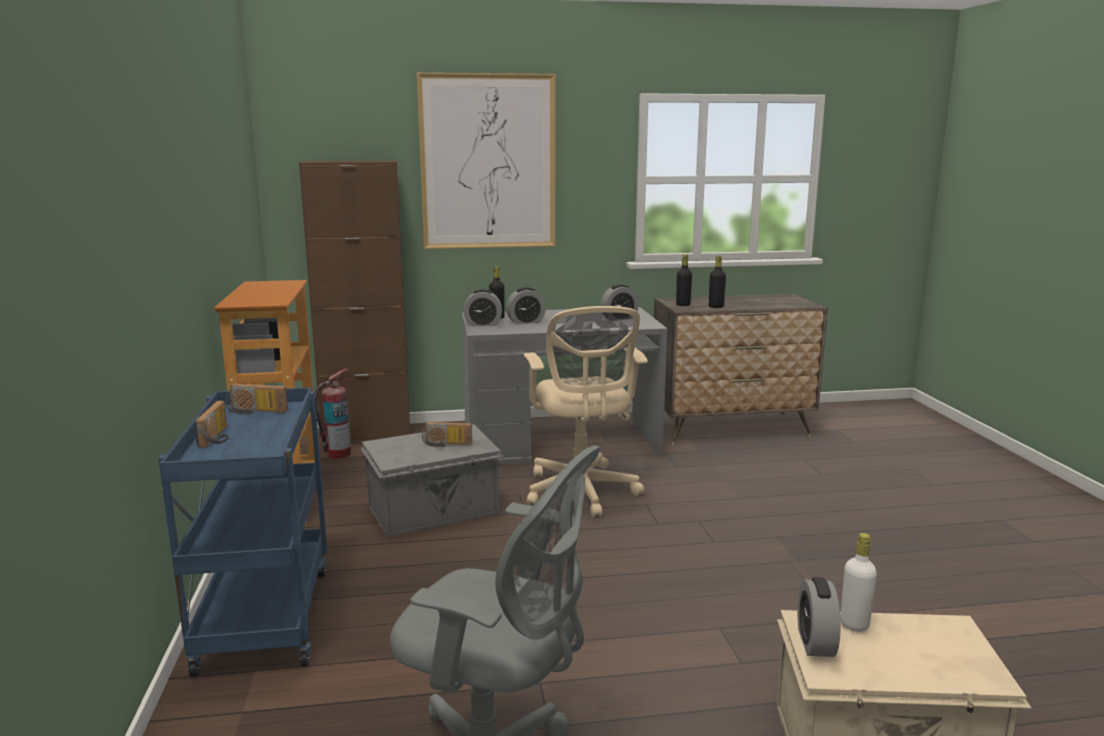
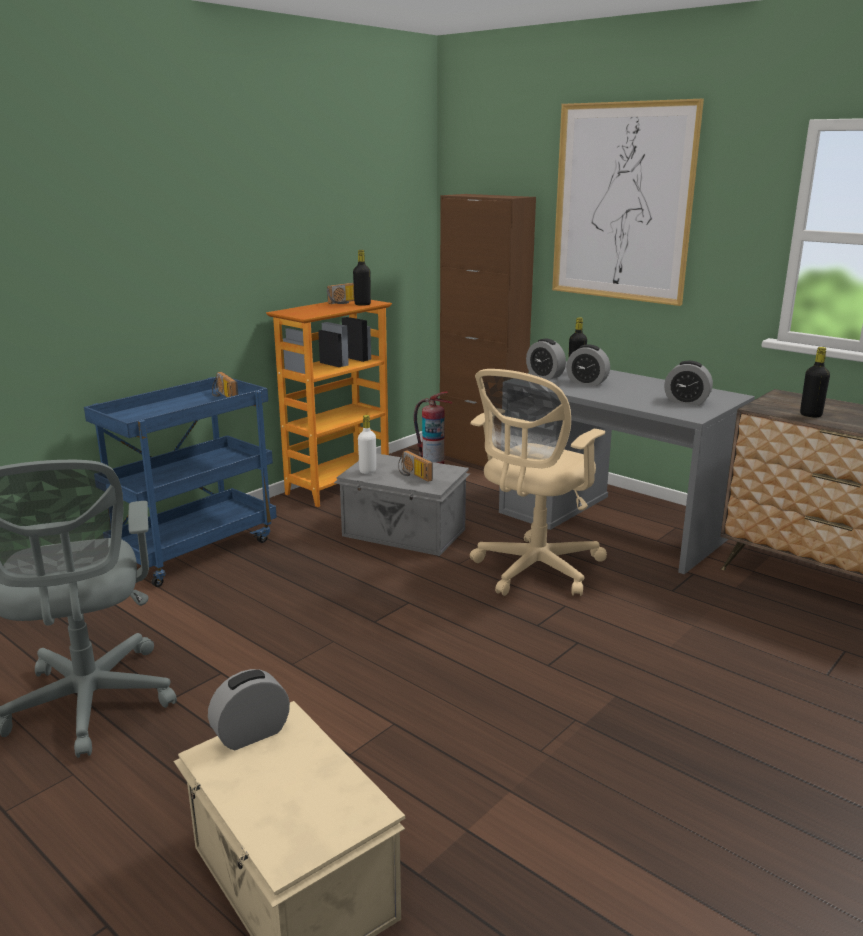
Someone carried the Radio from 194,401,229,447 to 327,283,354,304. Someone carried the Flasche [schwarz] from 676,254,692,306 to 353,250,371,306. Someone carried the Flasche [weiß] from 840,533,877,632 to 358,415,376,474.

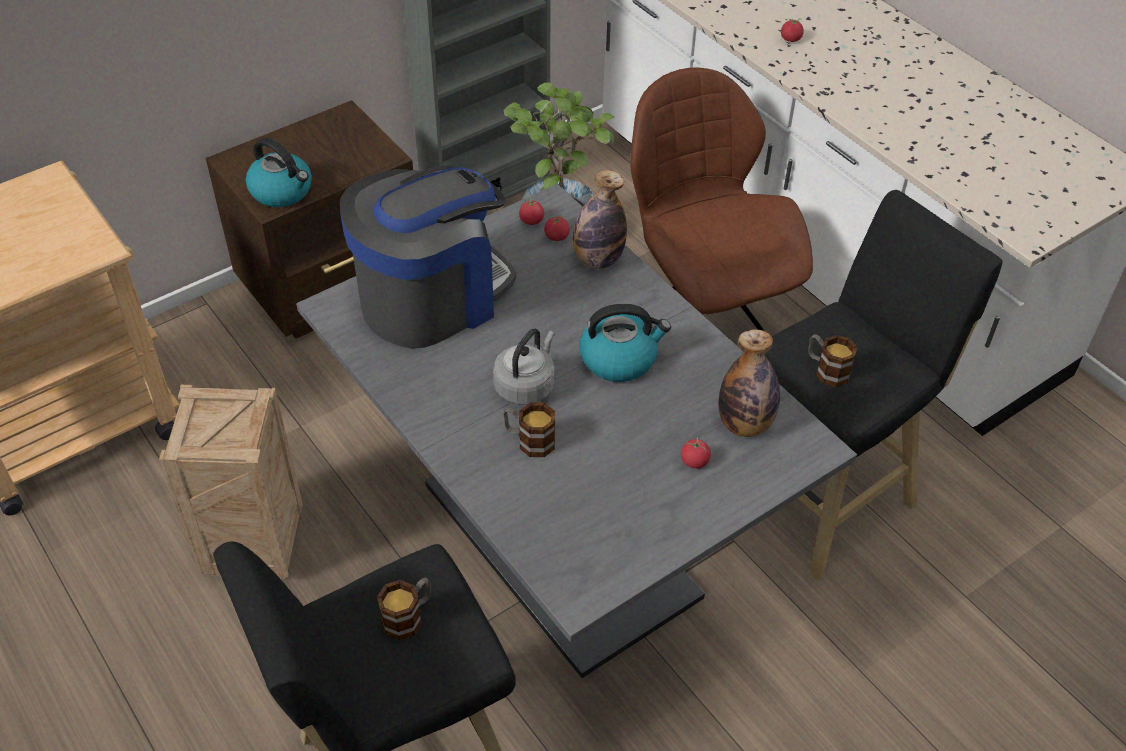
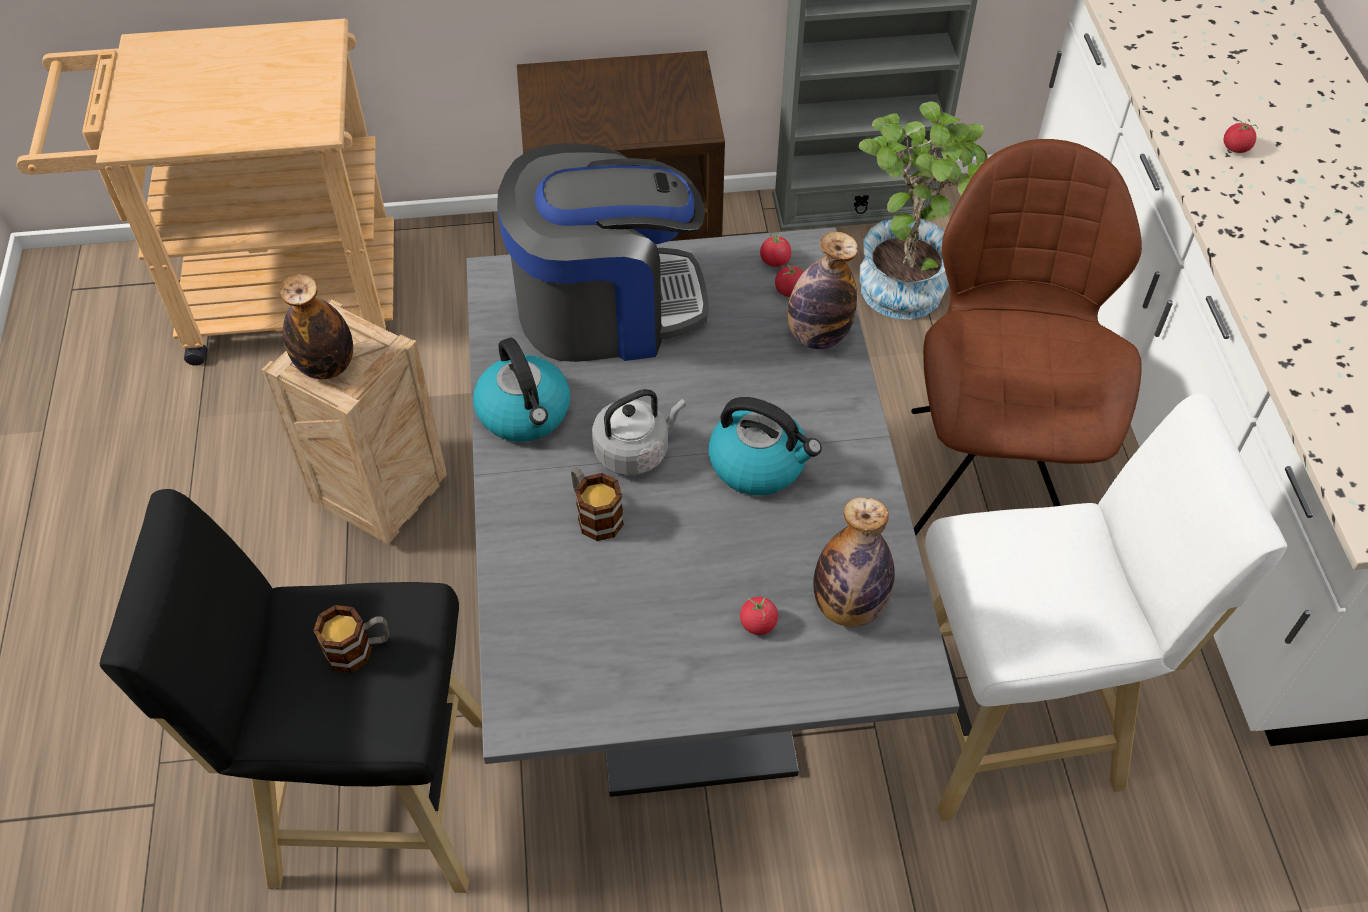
Someone put down the Flasche at 280,274,353,379. Someone carried the Wasserkessel from 246,138,312,207 to 473,338,570,442. Someone repainted the Hocker [schwarz] at 765,190,1003,581, which became the Hocker [weiß] at 925,394,1287,821. Someone took away the Henkelbecher at 808,334,858,387.

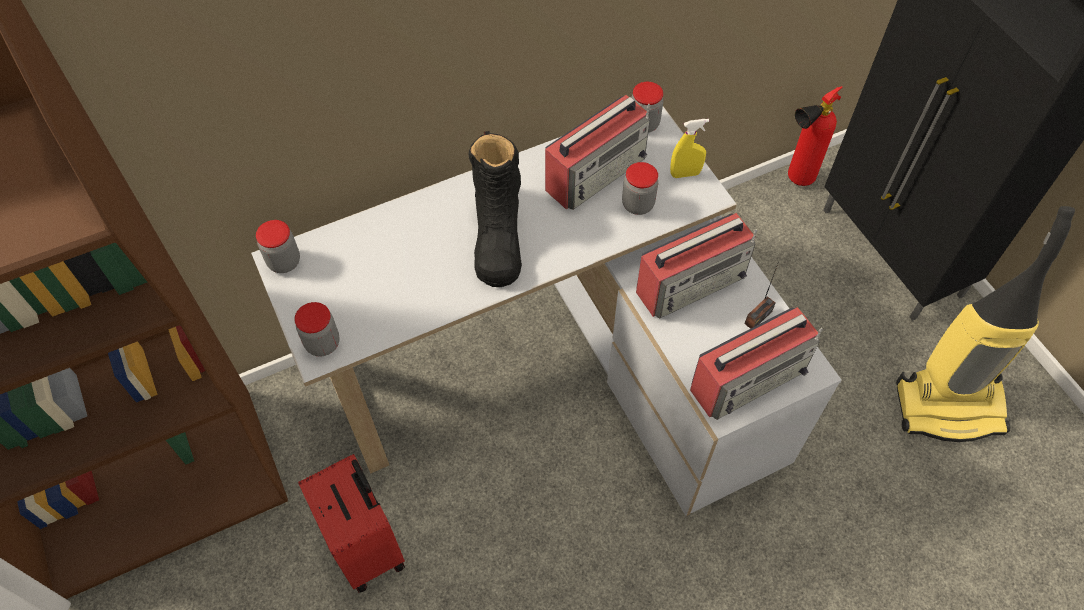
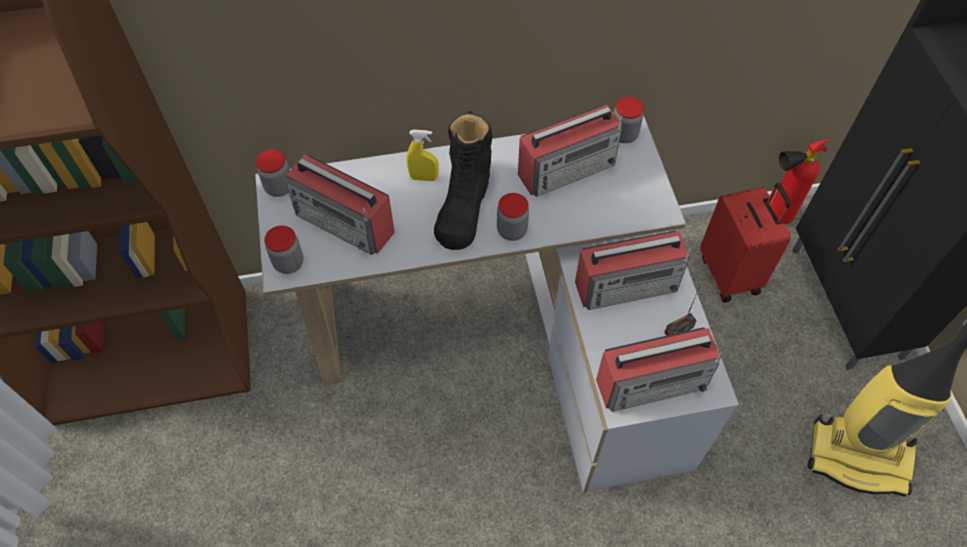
Someone put down the Radio at 286,155,395,255. Someone carried the Sprühflasche [gelb] from 670,119,709,178 to 406,130,439,181. Someone carried the Vorratsglas from 622,162,658,215 to 497,193,529,241. Someone carried the Koffer [rot] from 298,454,405,593 to 700,183,791,303.

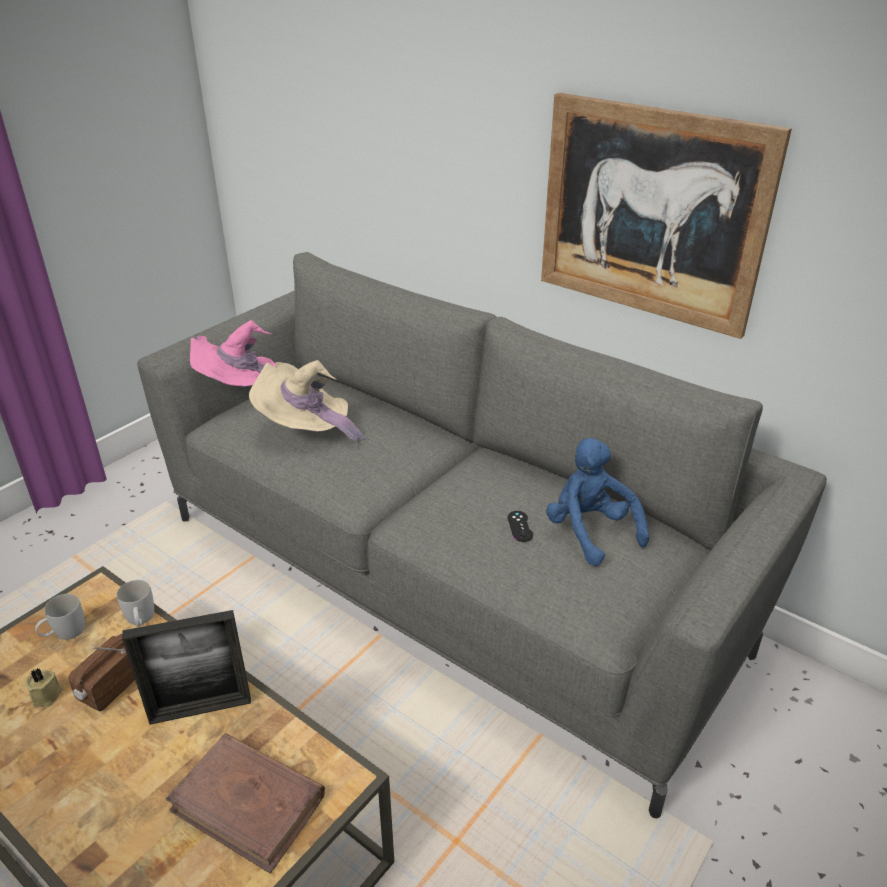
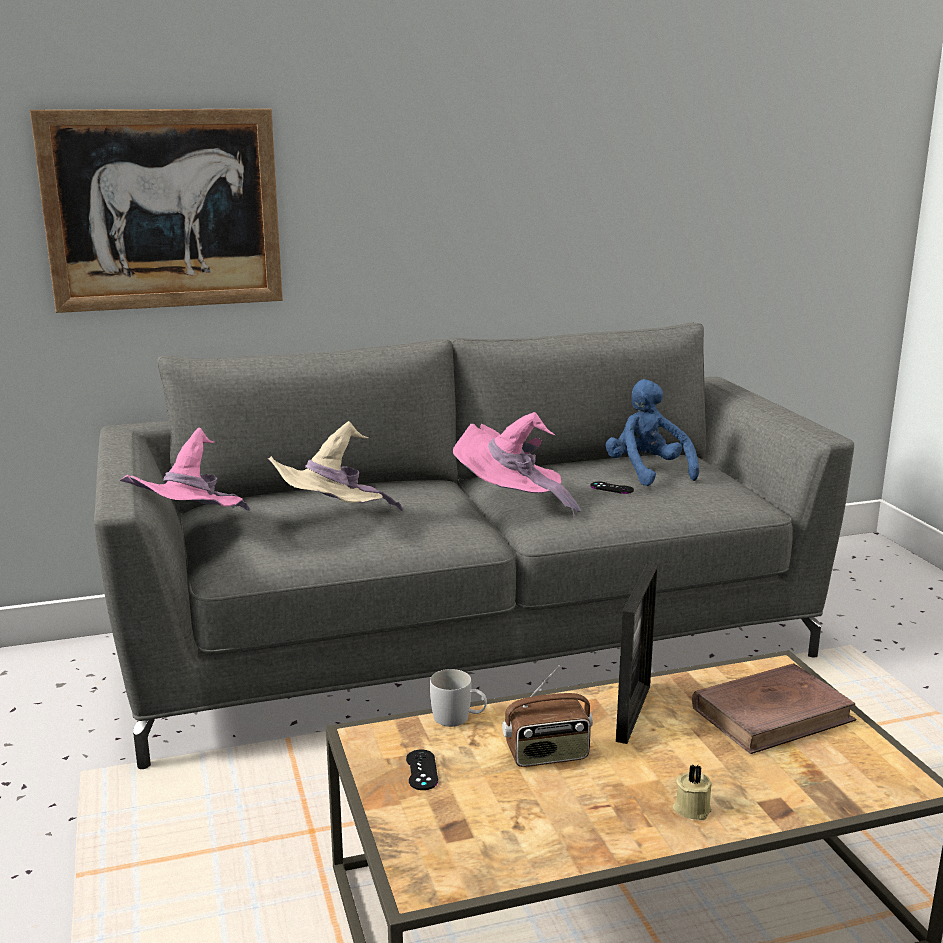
Someone carried the Bild from 541,93,792,339 to 30,109,283,313. Someone swapped the Henkelbecher [weiß] at 35,594,85,640 for the Gamepad [schwarz] at 406,750,438,790. Someone put down the Hut [rosa] at 453,412,582,518. Someone rotated the Radio at 68,634,135,711 by 75 degrees counterclockwise. Someone rotated the Plüschtier [blau] at 546,438,649,566 by 60 degrees clockwise. Someone carried the Kerze [beige] from 25,668,63,707 to 673,764,712,820.

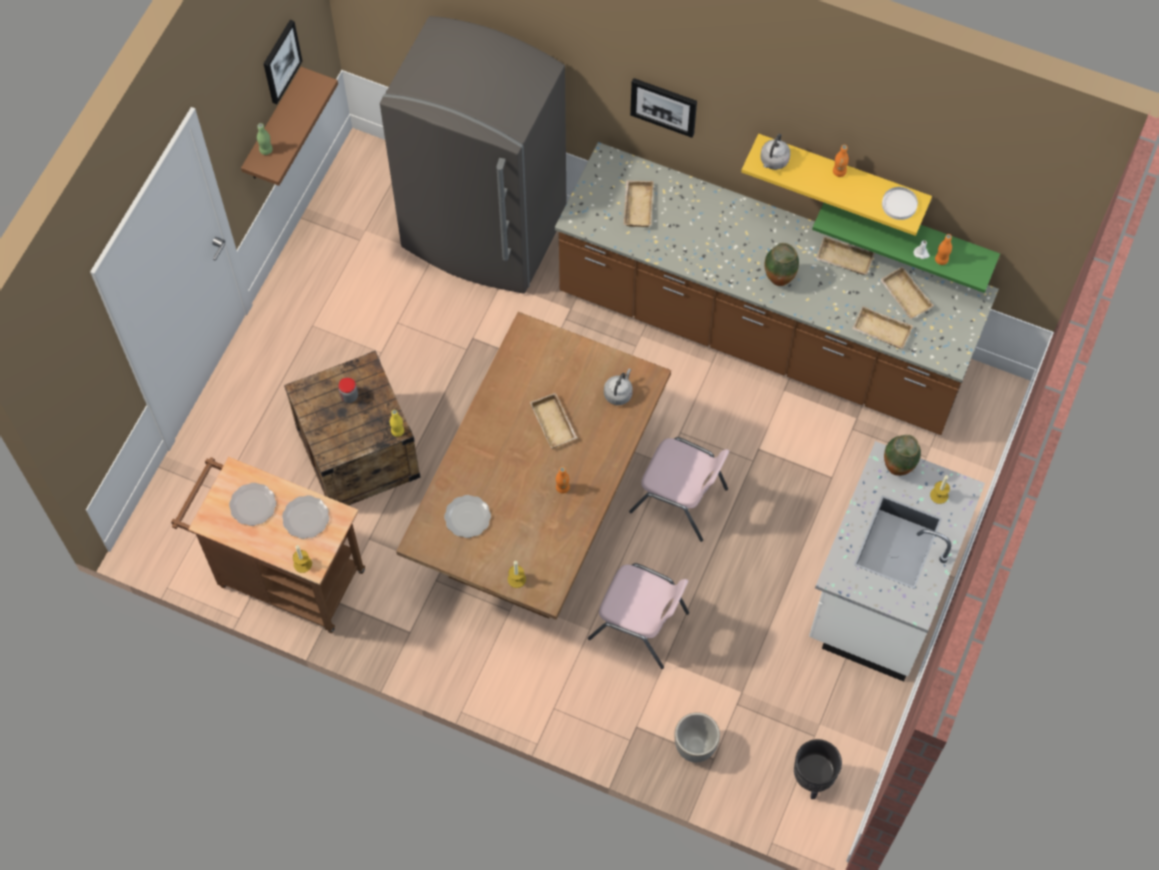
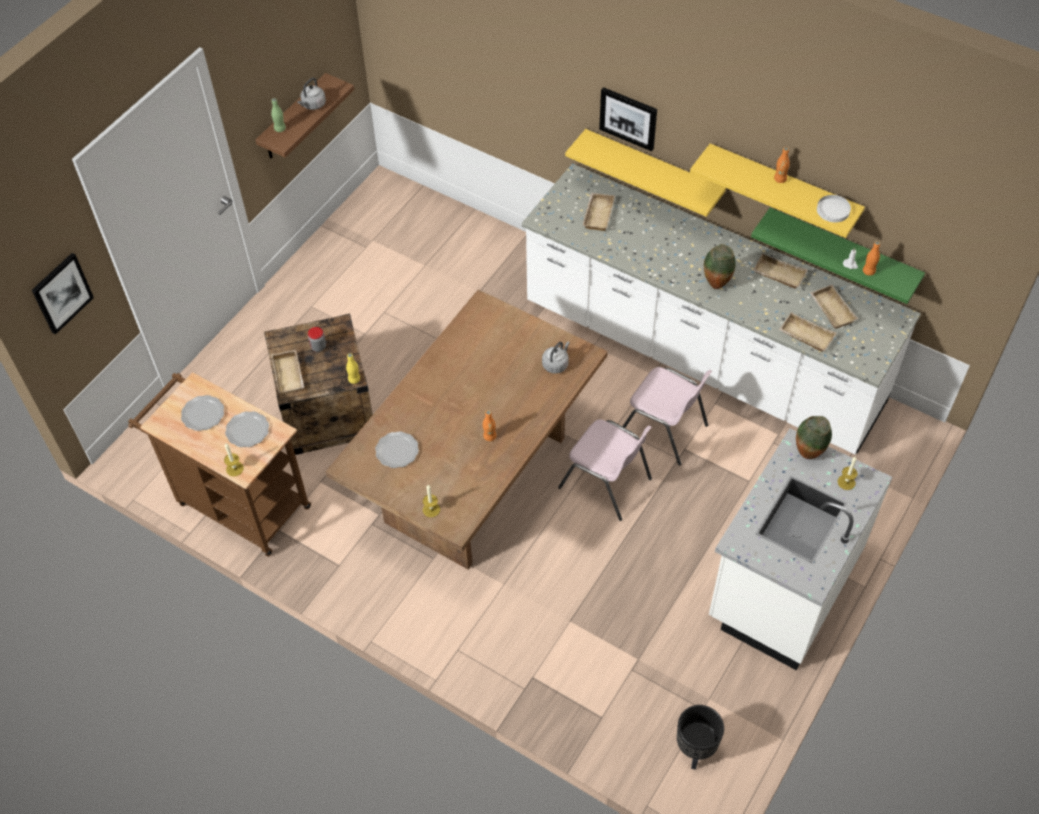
Someone carried the Bild from 264,20,302,104 to 32,253,94,335. Someone carried the Tablett [beige] from 530,392,577,449 to 271,350,304,395. Someone carried the Wasserkessel [grau] from 760,134,790,170 to 297,78,326,110. Someone repainted the Küchenzeile [braun] at 555,142,999,435, which became the Küchenzeile [weiß] at 522,163,921,454. Someone put up the Wandregal [gelb] at 565,129,726,217. Someone carried the Stuhl [rosa] from 588,563,689,669 to 622,367,712,466. Someone took away the Kühlschrank [grau] at 380,16,566,294. Someone took away the Pflanzkübel at 674,712,720,762.

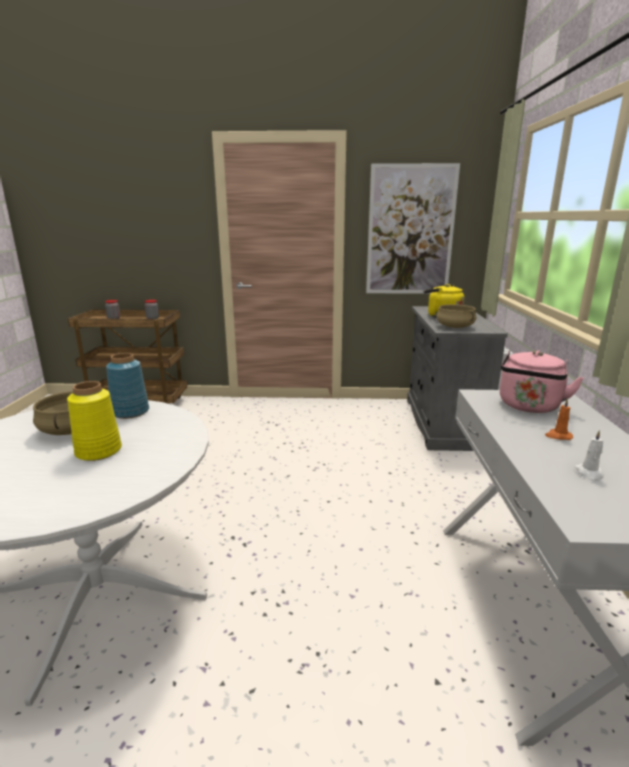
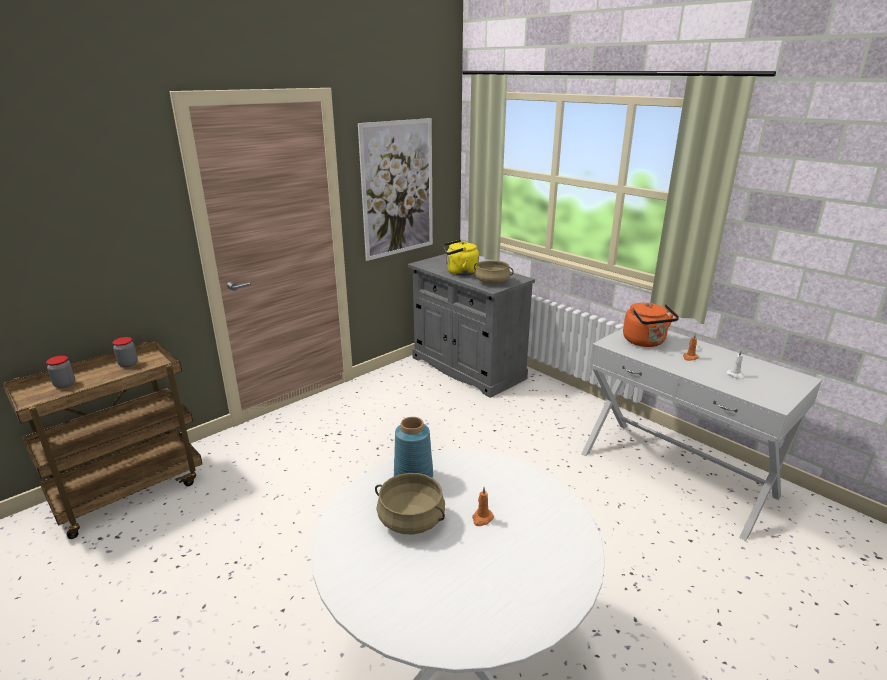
Someone swapped the Vase [gelb] at 67,381,122,461 for the Kerze [orange] at 472,487,494,526. Someone repainted the Wasserkessel [rosa] at 500,350,584,413, which became the Wasserkessel [orange] at 623,303,679,347.

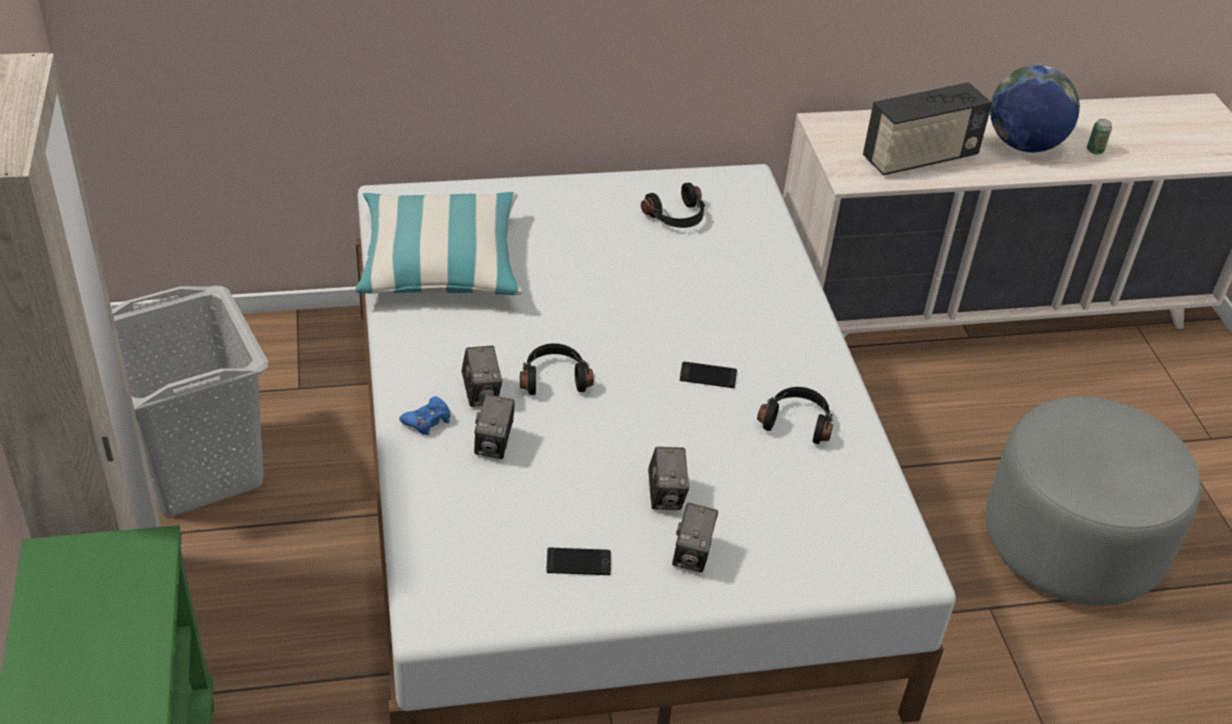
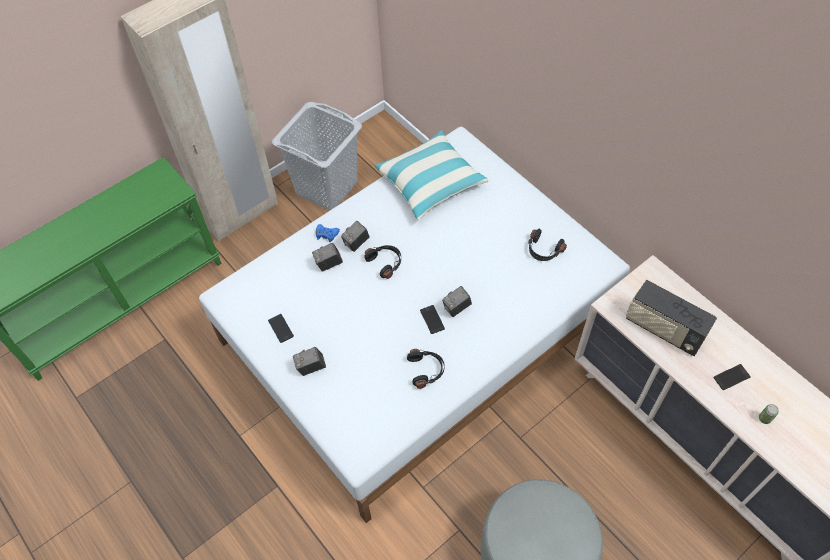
Someone carried the Kamera from 648,447,689,510 to 442,286,472,317. Someone swapped the Globus at 990,65,1080,152 for the Handy at 713,364,751,390.

